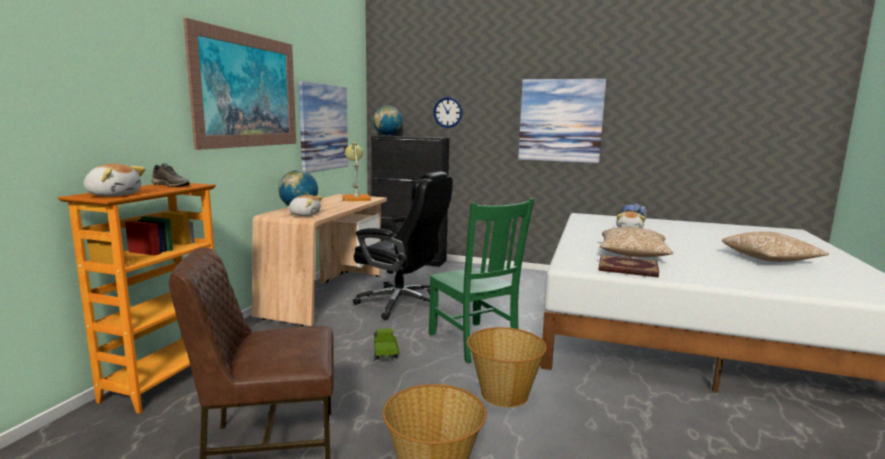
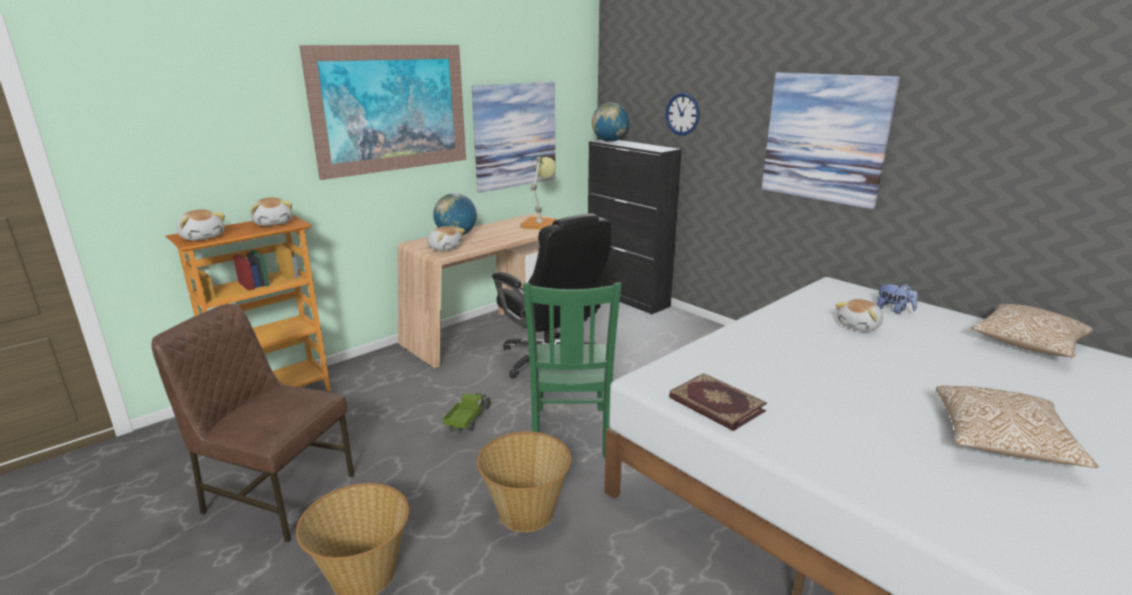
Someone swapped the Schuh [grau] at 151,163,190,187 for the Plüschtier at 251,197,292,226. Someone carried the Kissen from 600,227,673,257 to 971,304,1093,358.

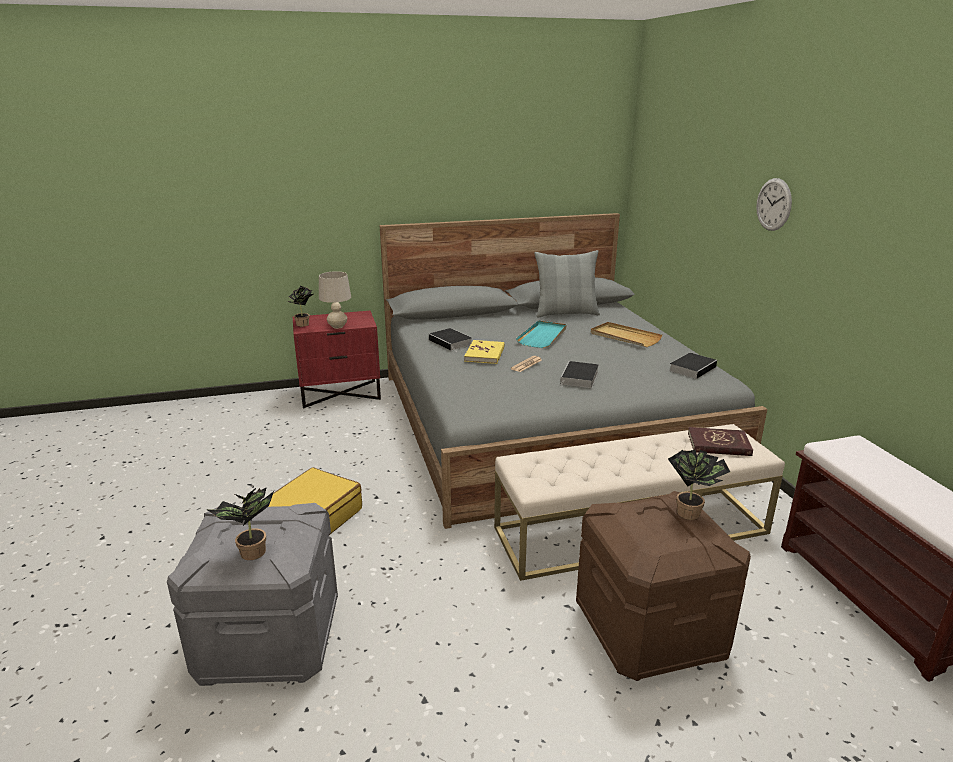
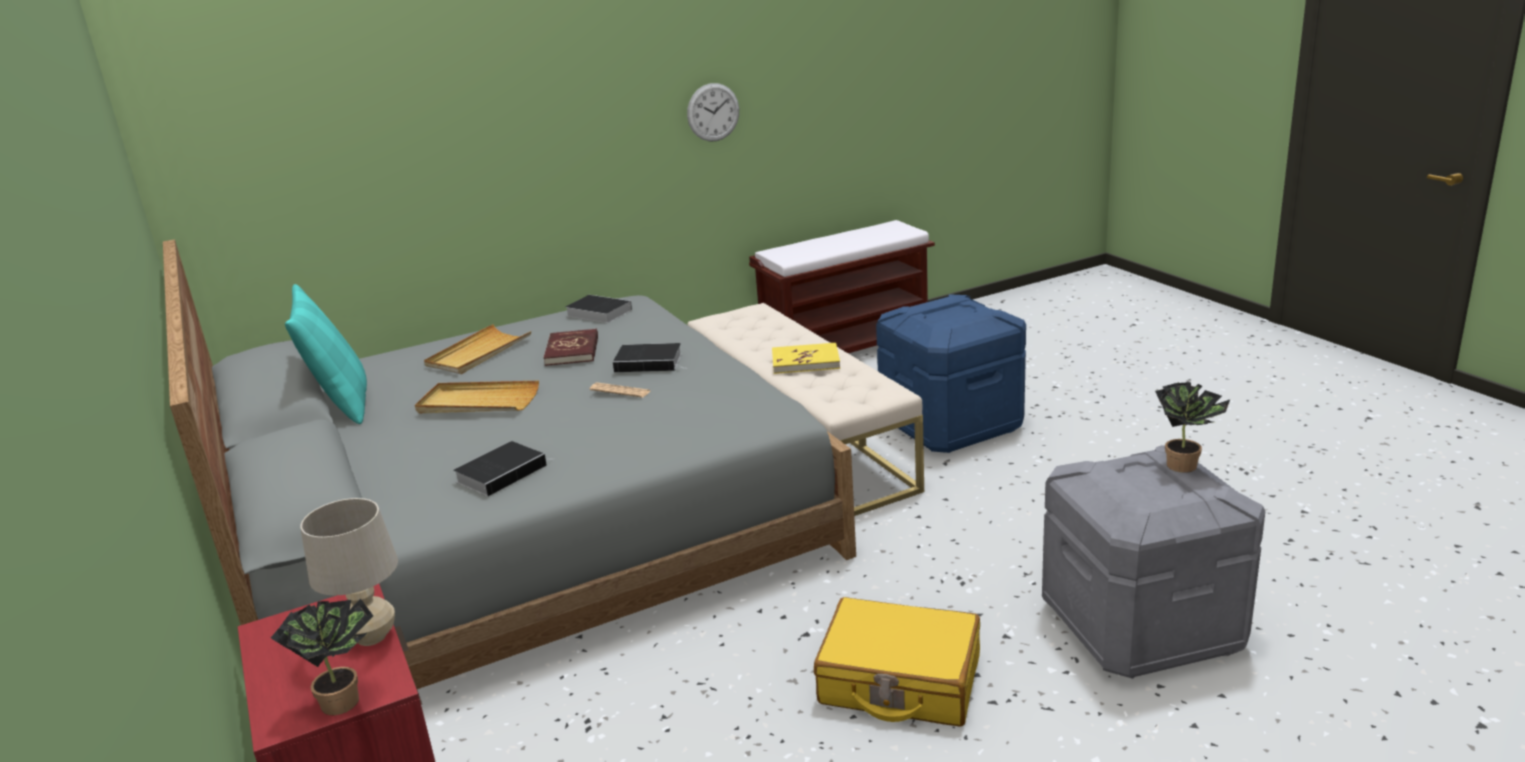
Someone repainted the Kissen [grau] at 534,250,600,317, which became the Kissen [türkis] at 285,284,367,424. Someone repainted the Tablett [türkis] at 516,320,566,348, which became the Tablett [beige] at 415,381,539,413. Someone carried the Buch [rot] from 688,427,753,456 to 543,329,598,366. Someone carried the Wanduhr from 756,178,792,231 to 687,83,739,141. Someone carried the Buch [gelb] from 464,340,505,364 to 772,343,840,374. Someone repainted the Aufbewahrungsbox [braun] at 576,491,751,681, which became the Aufbewahrungsbox [blau] at 876,294,1026,453. Someone took away the Topfpflanze at 668,450,730,520.

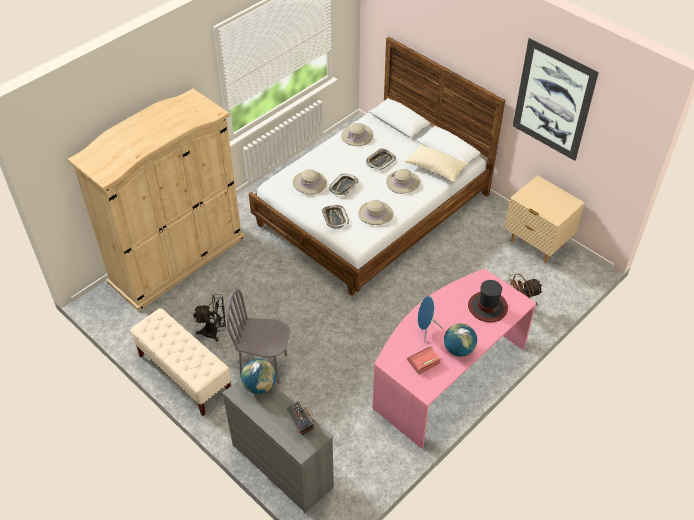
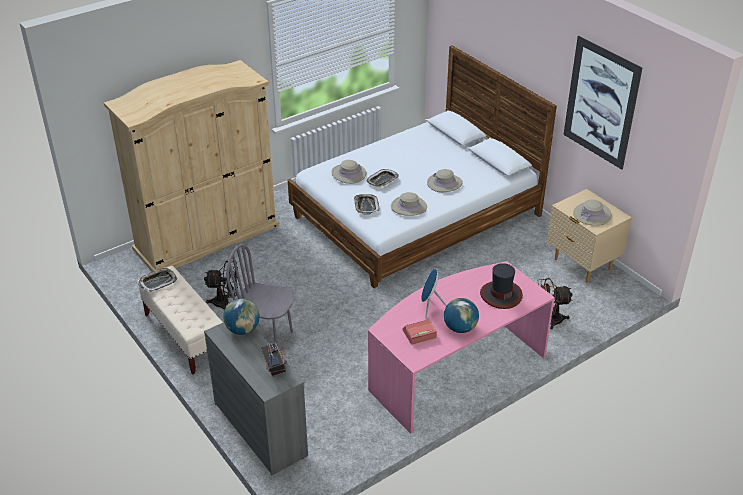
Someone carried the Tablett from 366,148,396,170 to 139,267,177,292. Someone carried the Hut [beige] from 341,123,373,146 to 573,200,611,226. Someone took away the Kissen [beige] at 405,144,469,183.

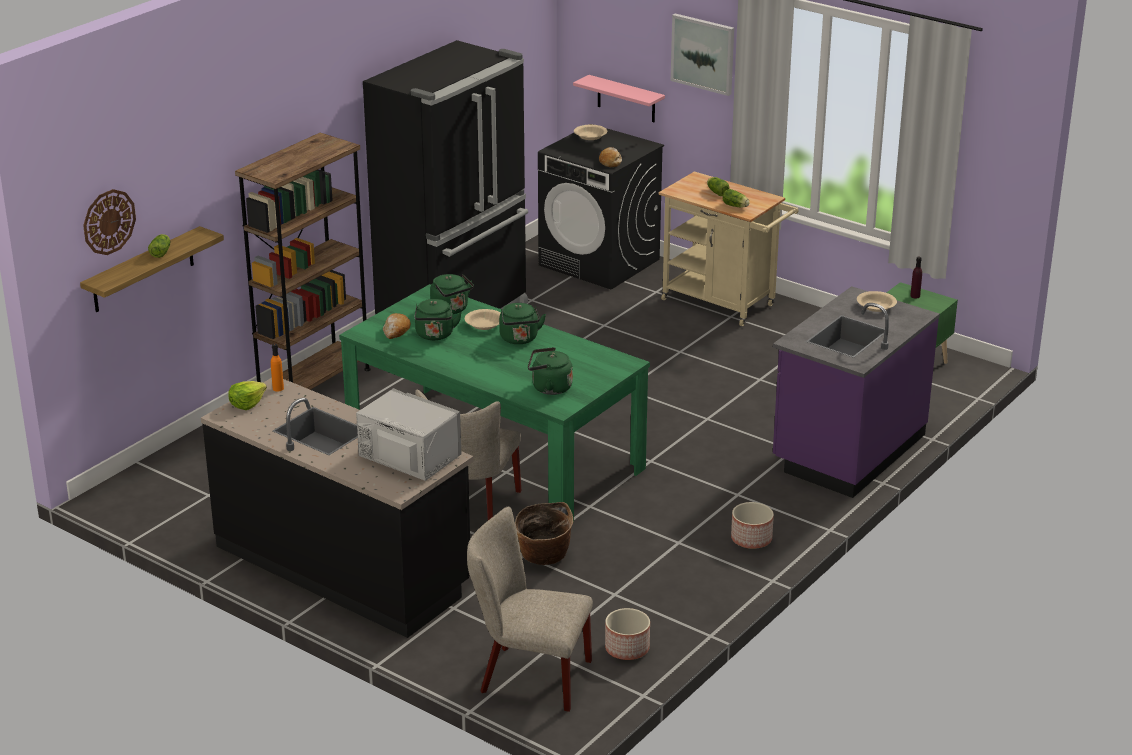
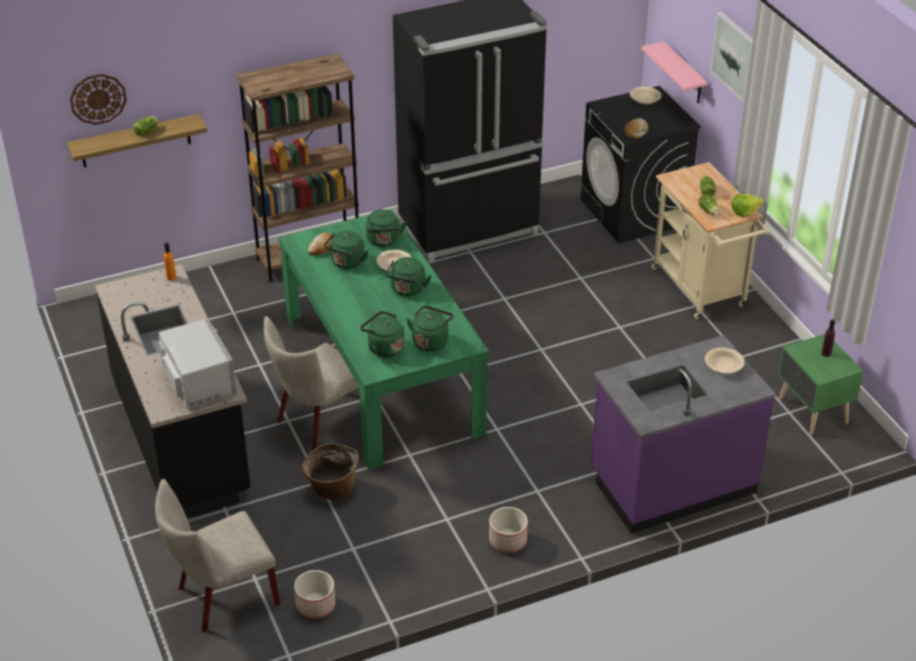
Someone rotated the Stuhl [beige] at 467,507,593,712 by 75 degrees counterclockwise. Someone put down the Wasserkessel [grün] at 406,306,454,352. Someone carried the Salatkopf from 228,381,267,410 to 731,194,764,217.

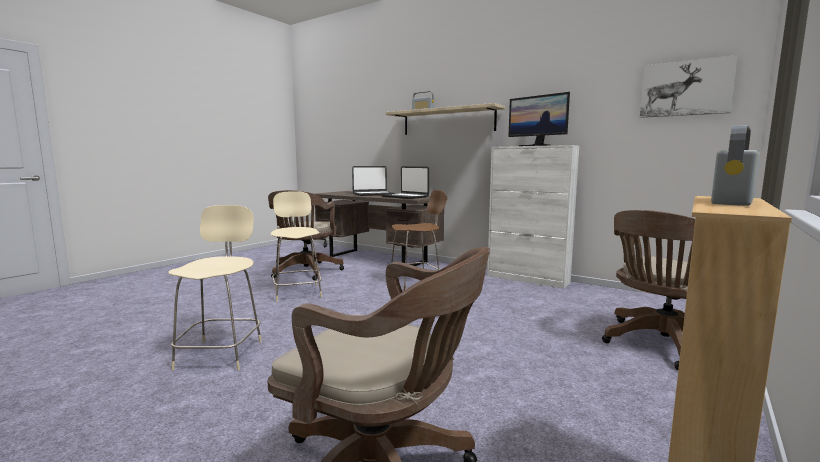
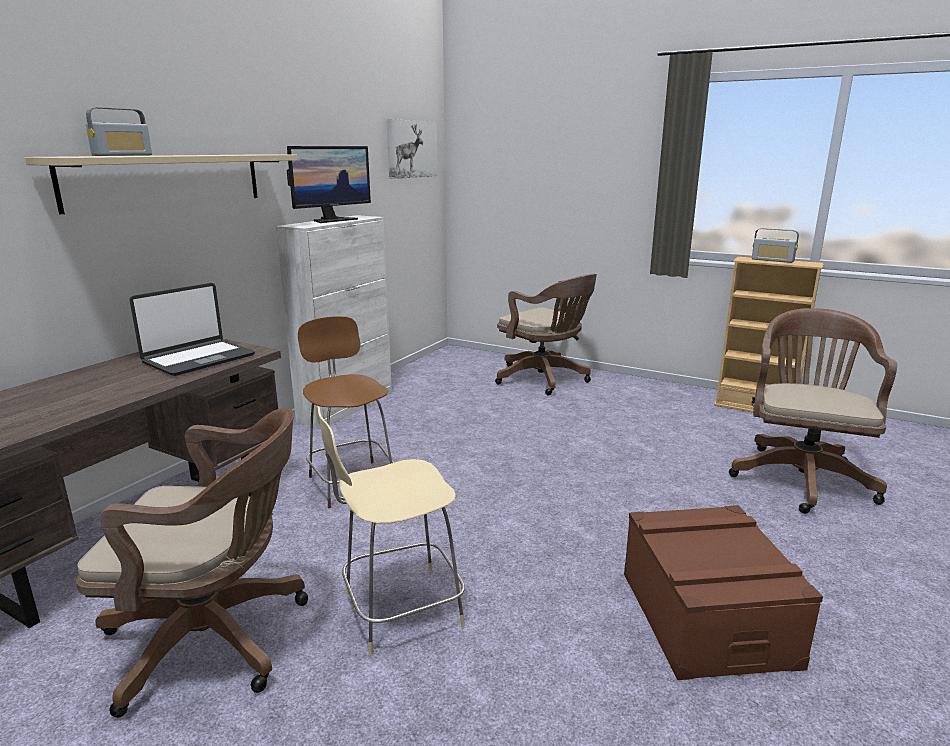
Someone swapped the Stuhl [beige] at 168,205,262,371 for the Aufbewahrungsbox [braun] at 624,505,823,680. Someone took away the Laptop at 352,166,395,196.

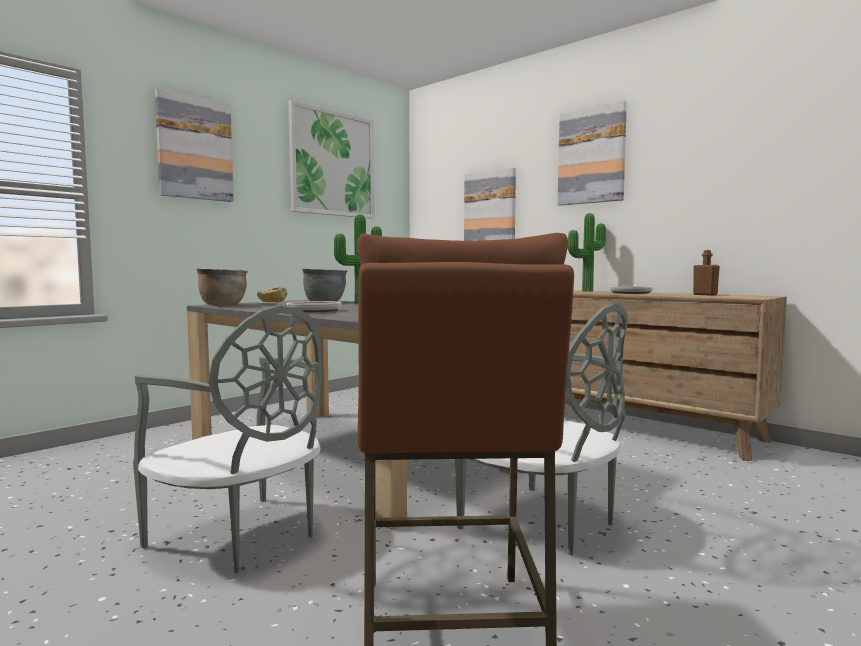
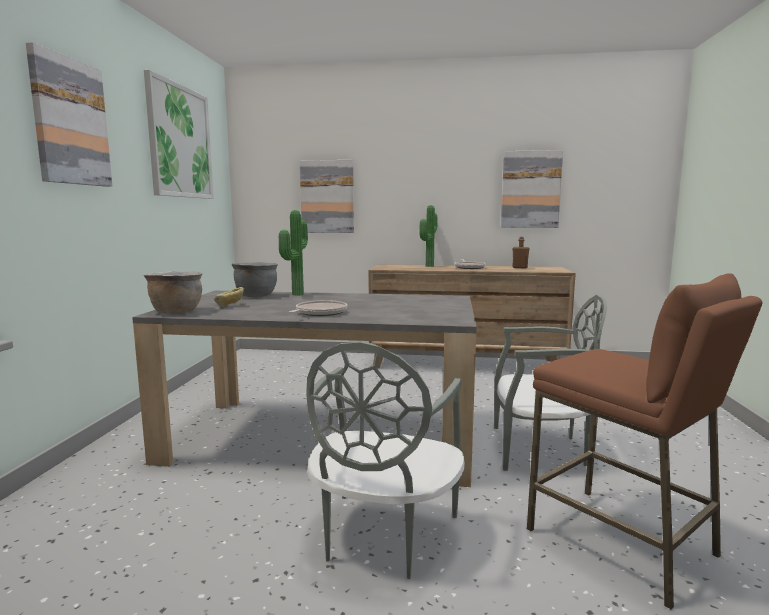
Someone rotated the Stuhl [grau] at 133,306,321,573 by 105 degrees clockwise. Someone carried the Bild from 558,101,627,206 to 501,150,563,228.

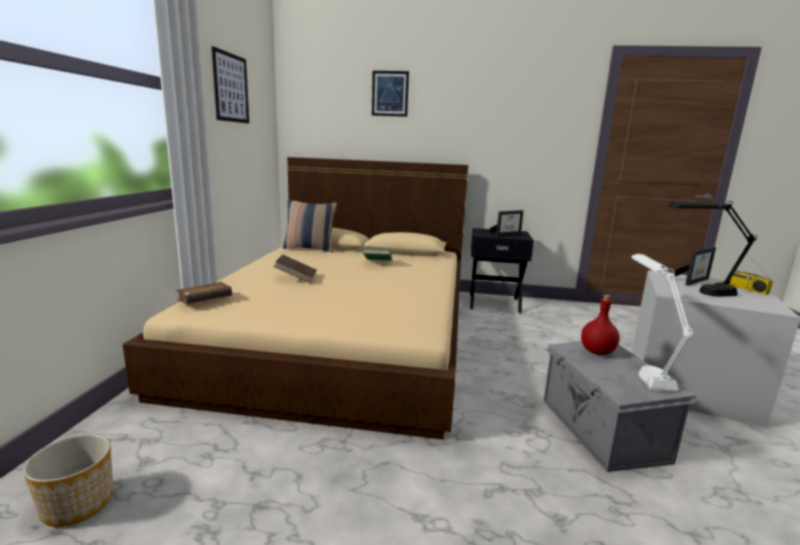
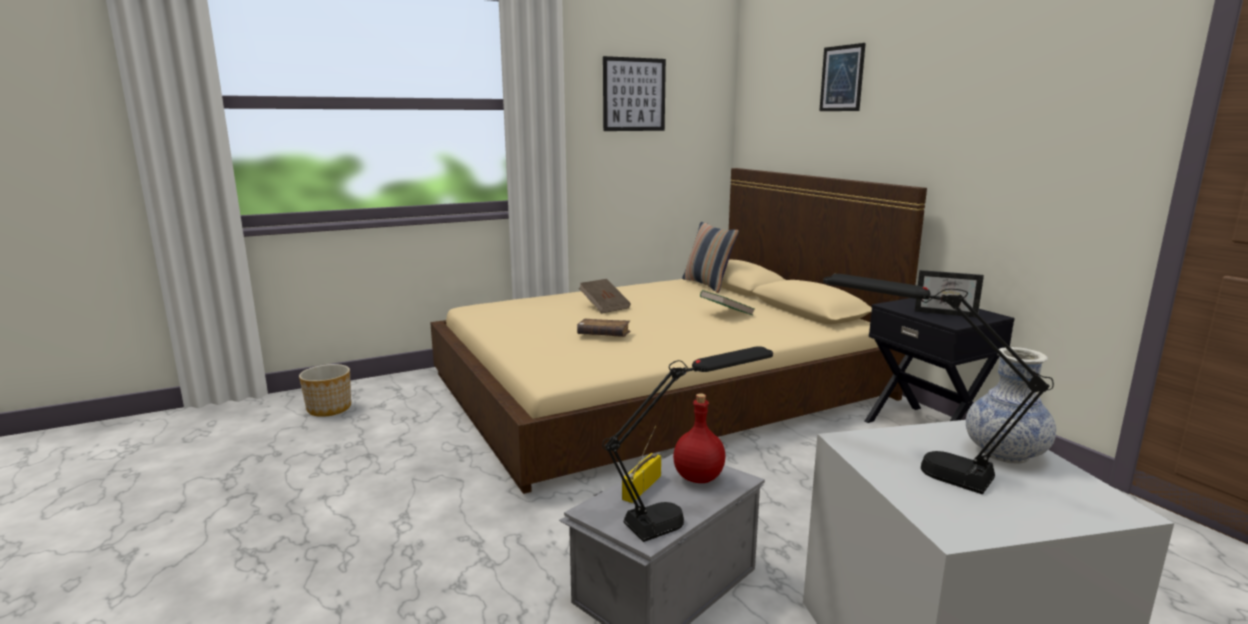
Someone carried the Buch [braun] from 176,282,232,304 to 577,318,630,337. Someone repainted the Tischlampe [weiß] at 631,254,693,392, which became the Tischlampe [schwarz] at 602,346,773,542. Someone carried the Radio from 729,253,773,295 to 622,426,661,503. Someone swapped the Bilderrahmen at 669,247,716,286 for the Vase at 966,347,1056,464.

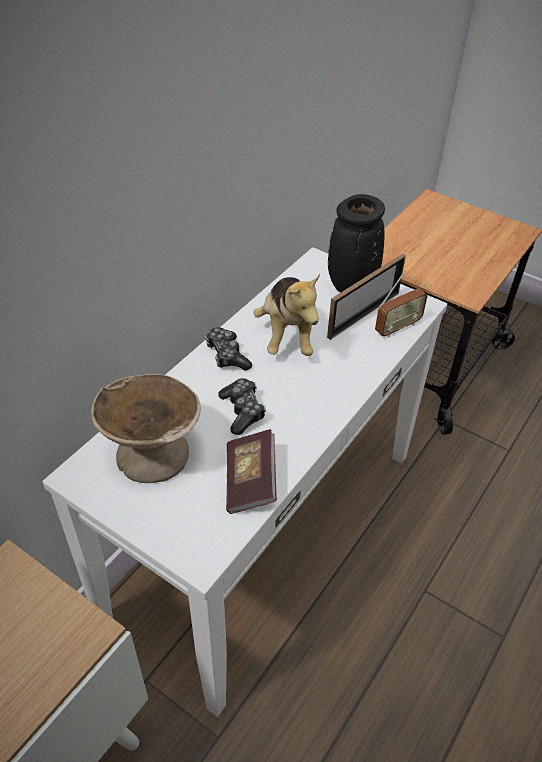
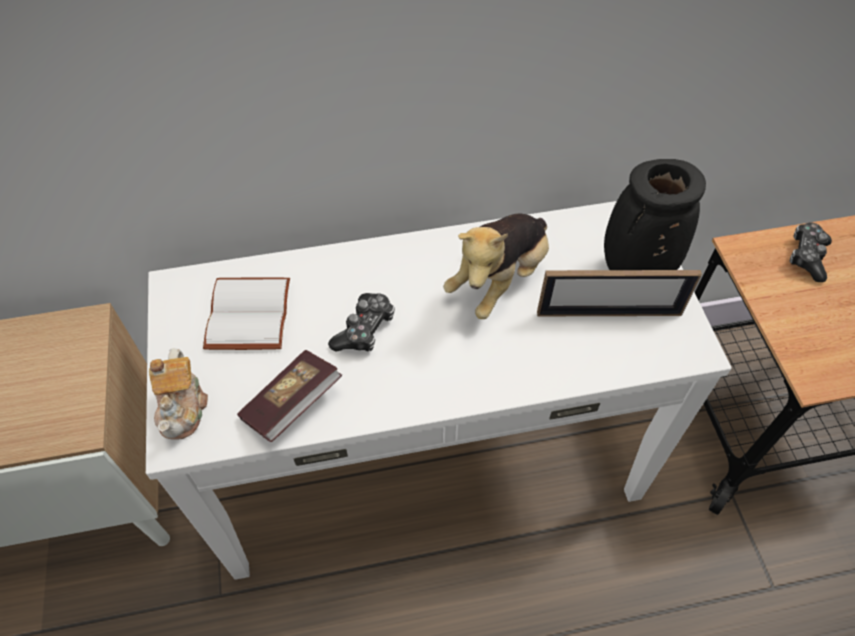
Someone put down the Teekanne at 149,348,208,440. Someone swapped the Schüssel [beige] at 91,374,201,483 for the Buch [weiß] at 203,277,290,350. Someone carried the Gamepad from 205,327,252,371 to 790,222,832,282. Someone took away the Radio at 375,271,428,337.

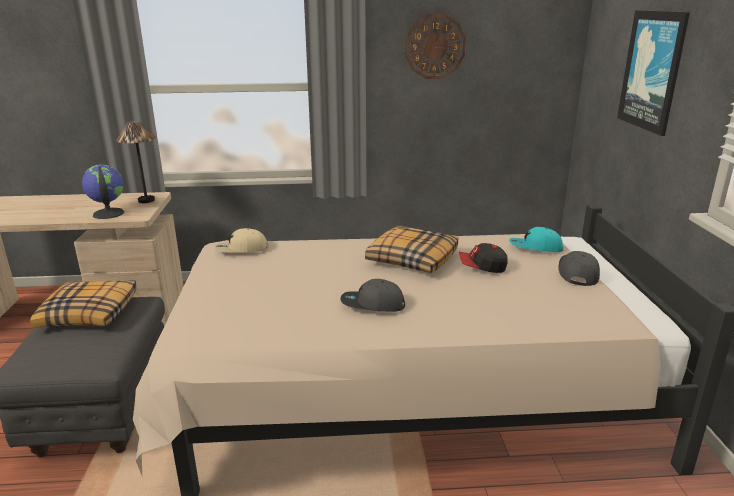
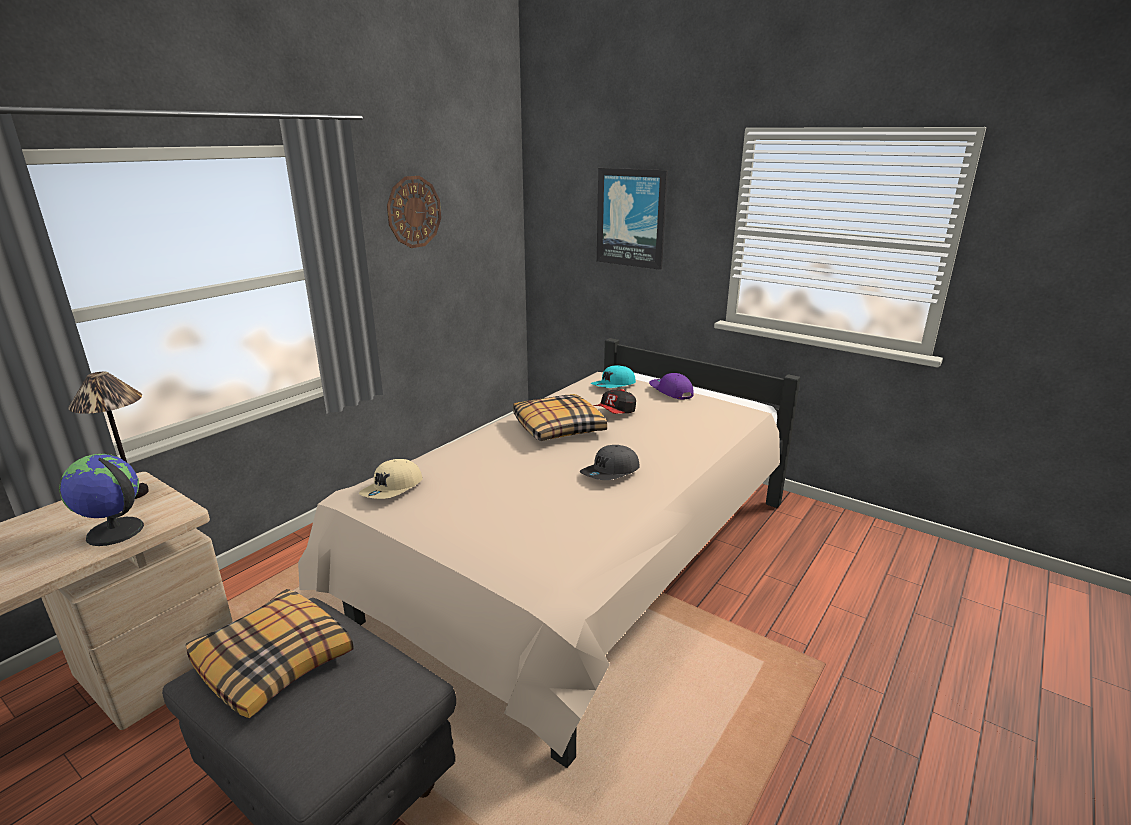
Someone repainted the Kappe [grau] at 558,251,600,286, which became the Kappe [lila] at 649,373,694,400.

